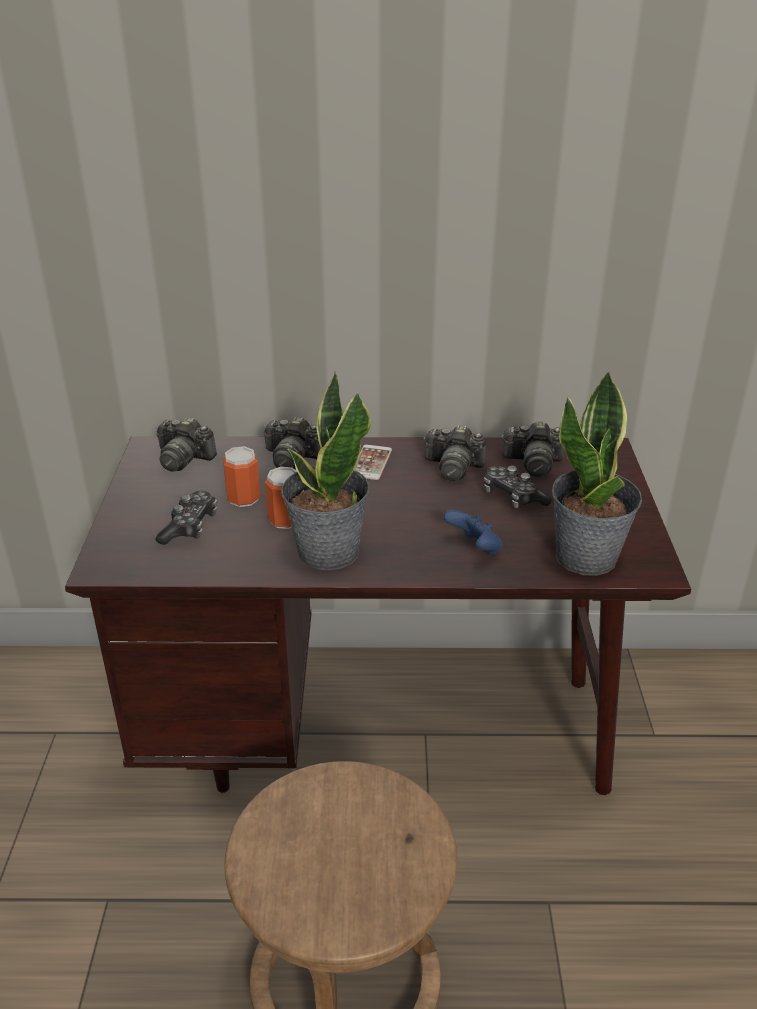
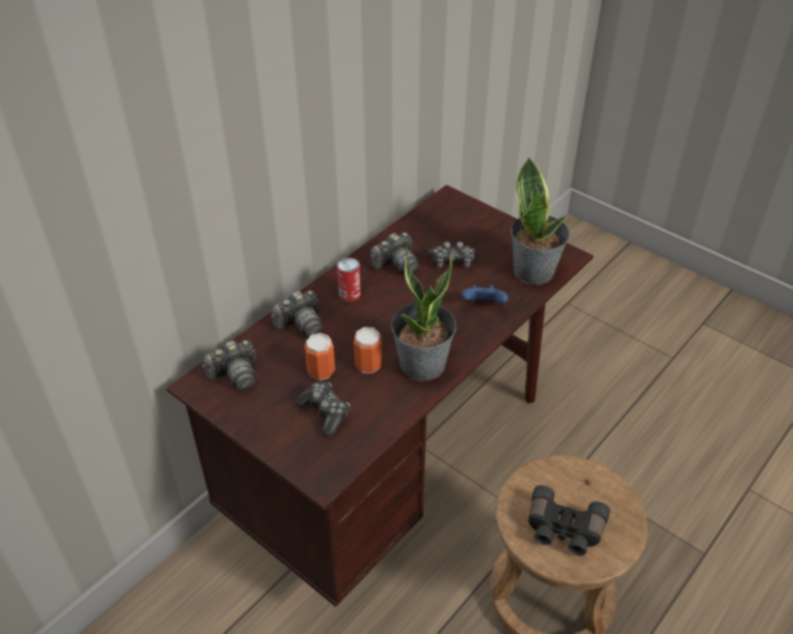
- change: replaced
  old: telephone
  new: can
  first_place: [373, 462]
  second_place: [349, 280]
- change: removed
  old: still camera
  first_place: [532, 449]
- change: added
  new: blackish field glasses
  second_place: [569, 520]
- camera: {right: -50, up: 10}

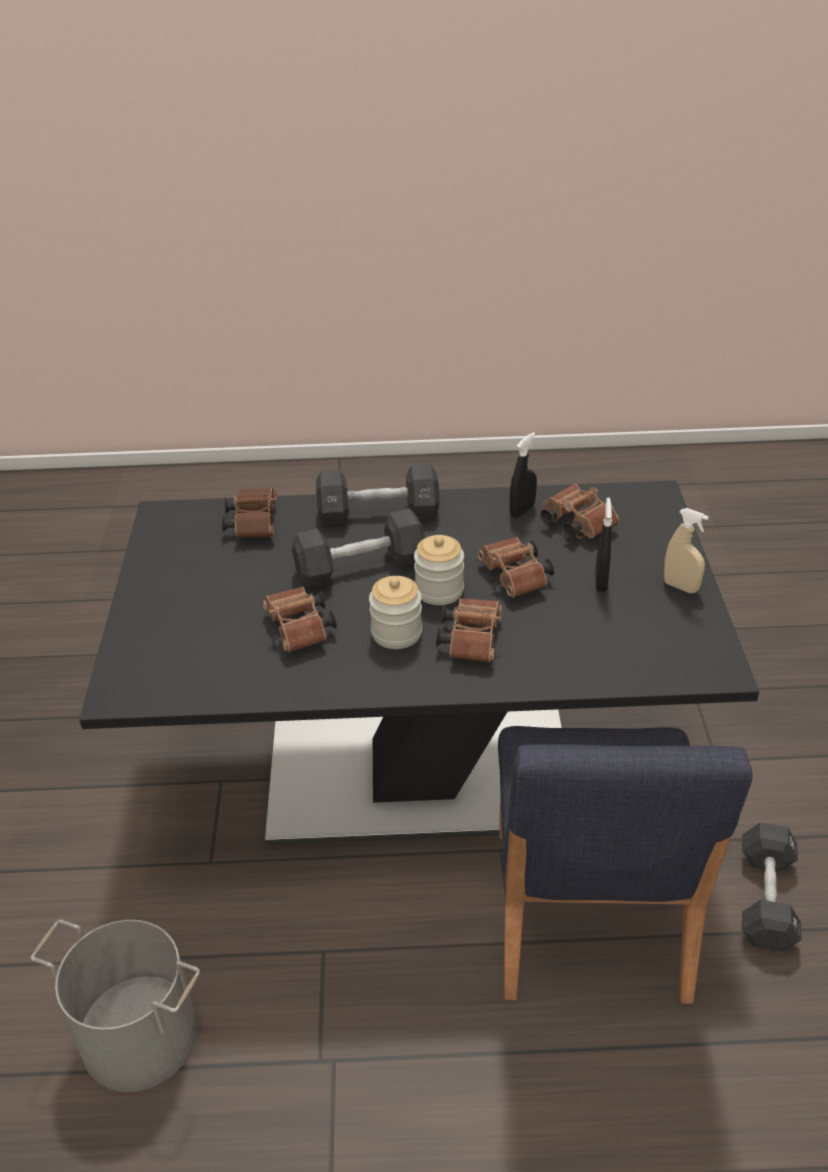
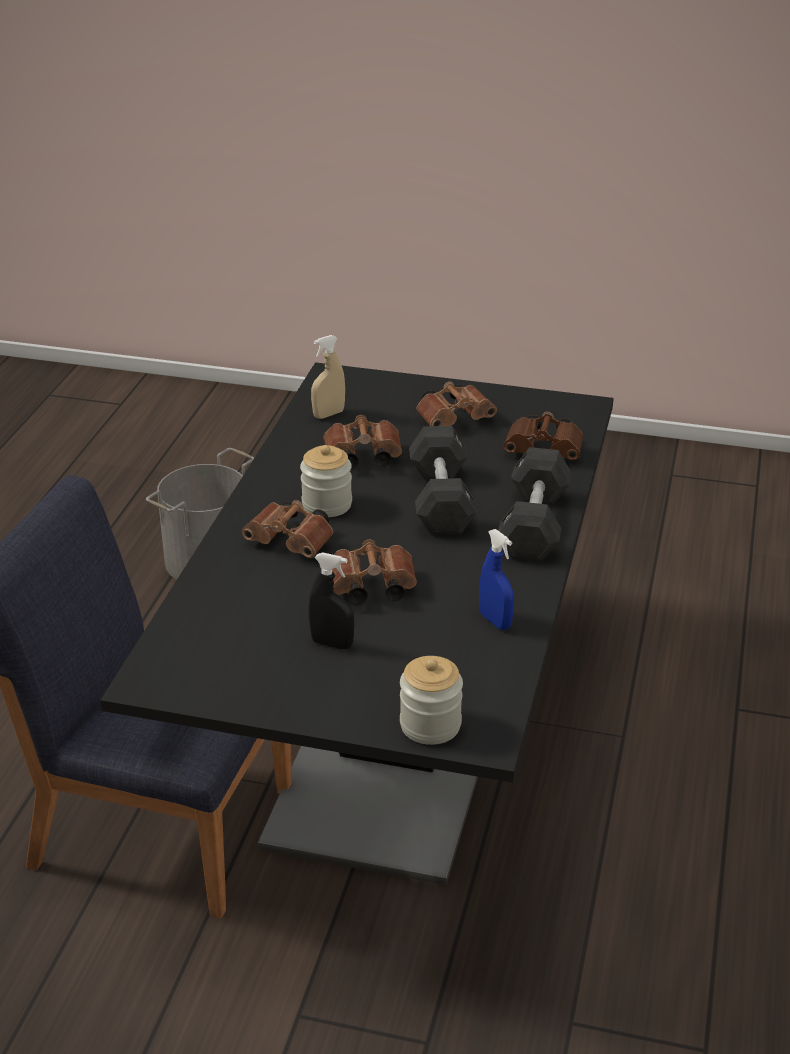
- change: moved
  old: storage jar
  first_place: [439, 570]
  second_place: [431, 700]
- change: recoloured
  old: blackish hand sprayer
  new: blue-coloured hand sprayer
  first_place: [523, 475]
  second_place: [496, 579]
- change: moved
  old: brown-coloured field glasses
  first_place: [580, 511]
  second_place: [457, 403]
- change: moved
  old: beige-coloured hand sprayer
  first_place: [686, 550]
  second_place: [328, 377]
- change: removed
  old: blackish free weight
  first_place: [772, 887]
- camera: {right: 105, up: -5}

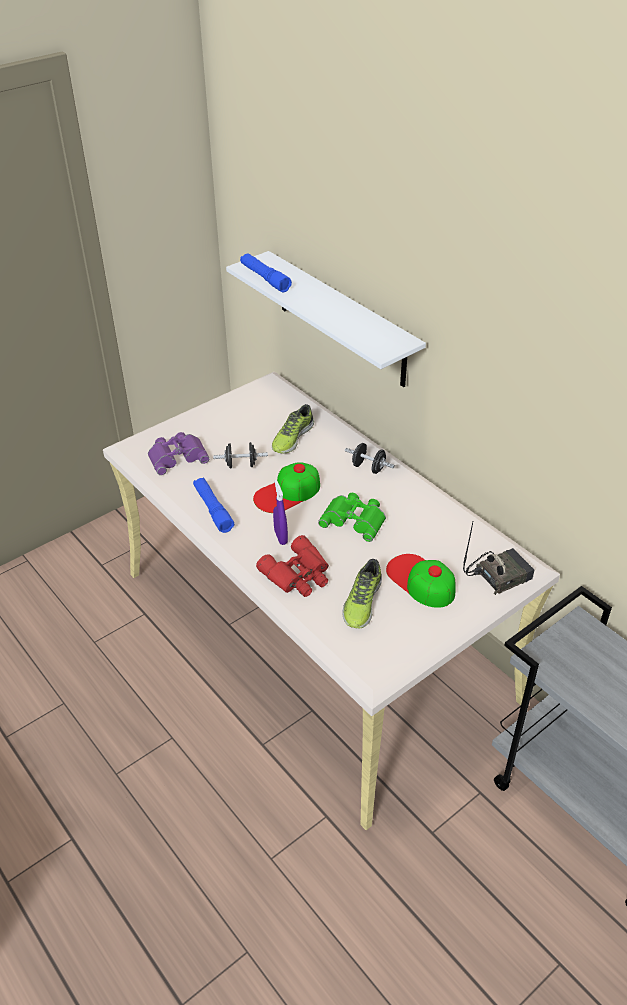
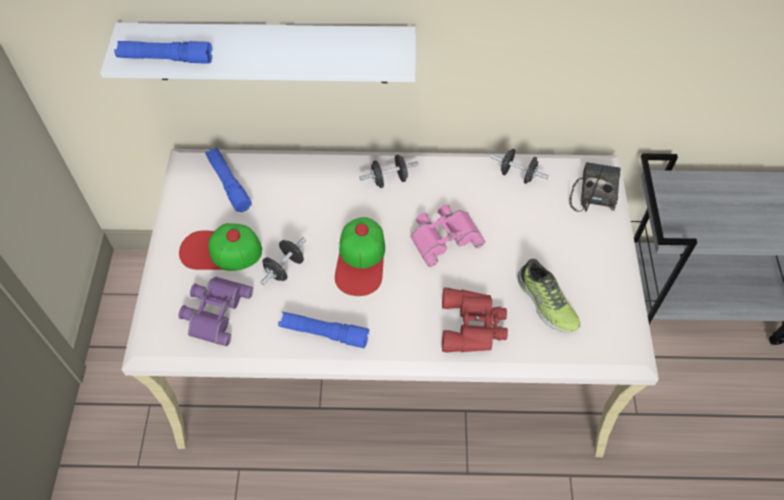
- change: removed
  old: item of footwear
  first_place: [293, 429]
- change: removed
  old: purple-coloured hand sprayer
  first_place: [280, 512]
- change: recoloured
  old: green-coloured field glasses
  new: pink-coloured field glasses
  first_place: [352, 517]
  second_place: [447, 236]
- change: moved
  old: peaked cap
  first_place: [421, 581]
  second_place: [220, 247]
- change: added
  new: blue-coloured torch
  second_place: [229, 179]
- change: added
  new: blackish free weight
  second_place: [519, 166]
- camera: {right: -50, up: 15}

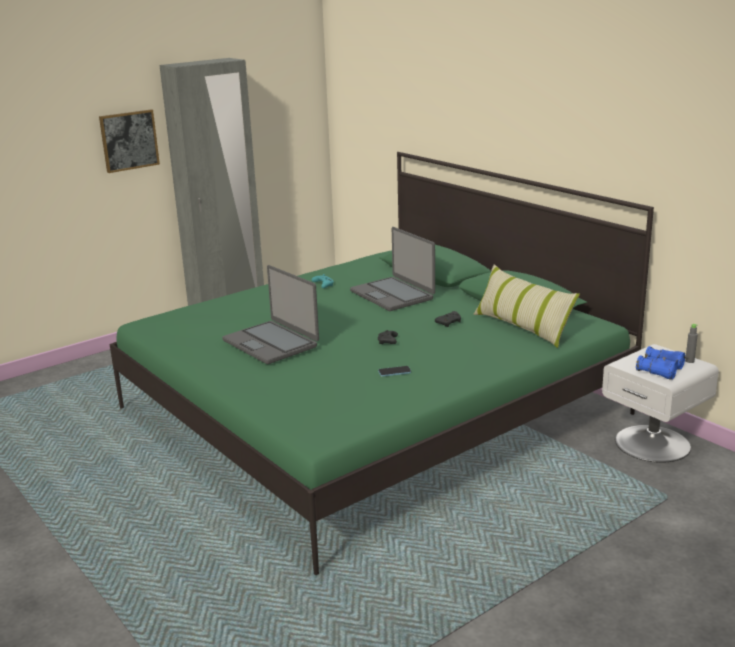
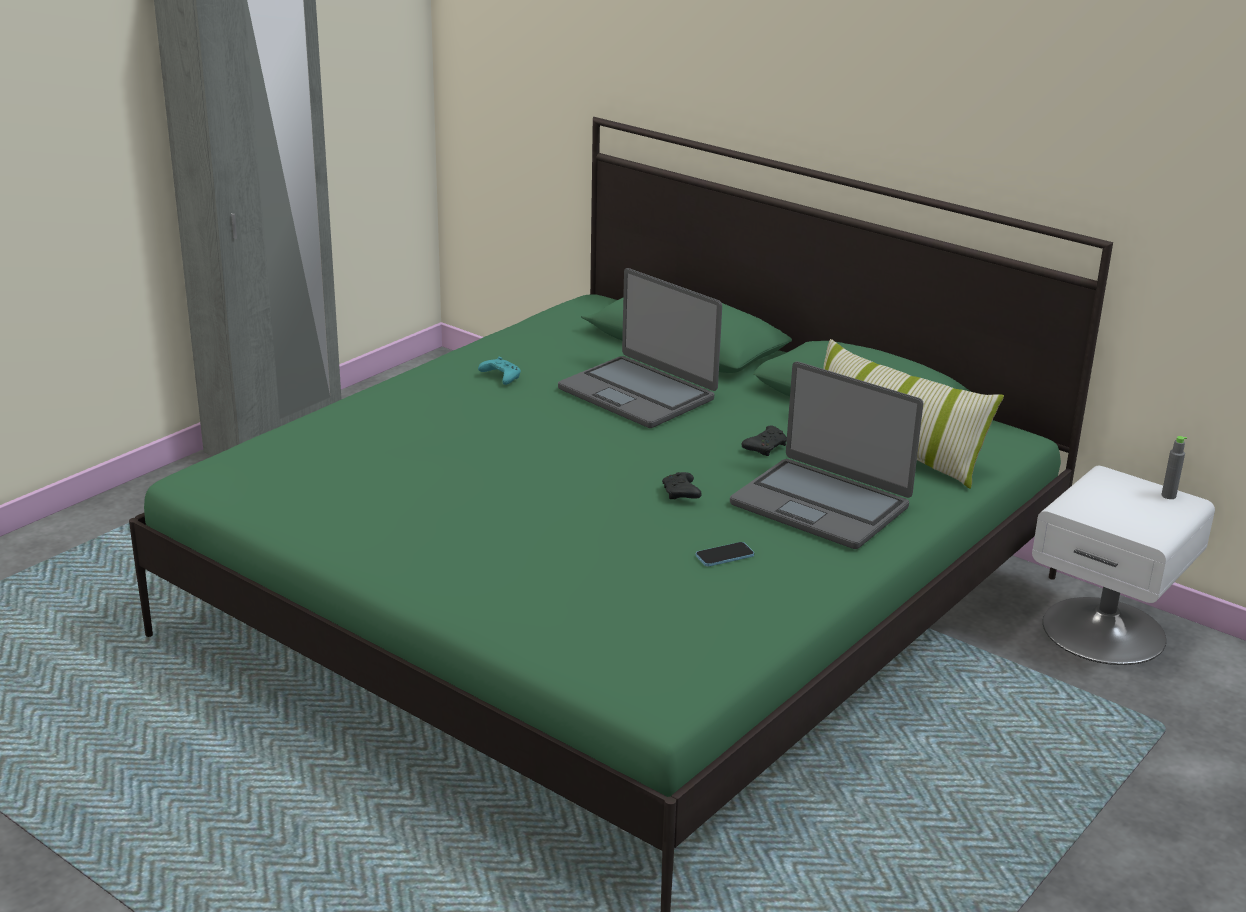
- change: removed
  old: wall picture
  first_place: [129, 141]
- change: moved
  old: portable computer
  first_place: [270, 314]
  second_place: [826, 455]
- change: removed
  old: blue-coloured field glasses
  first_place: [660, 363]
- camera: {right: -15, up: 5}

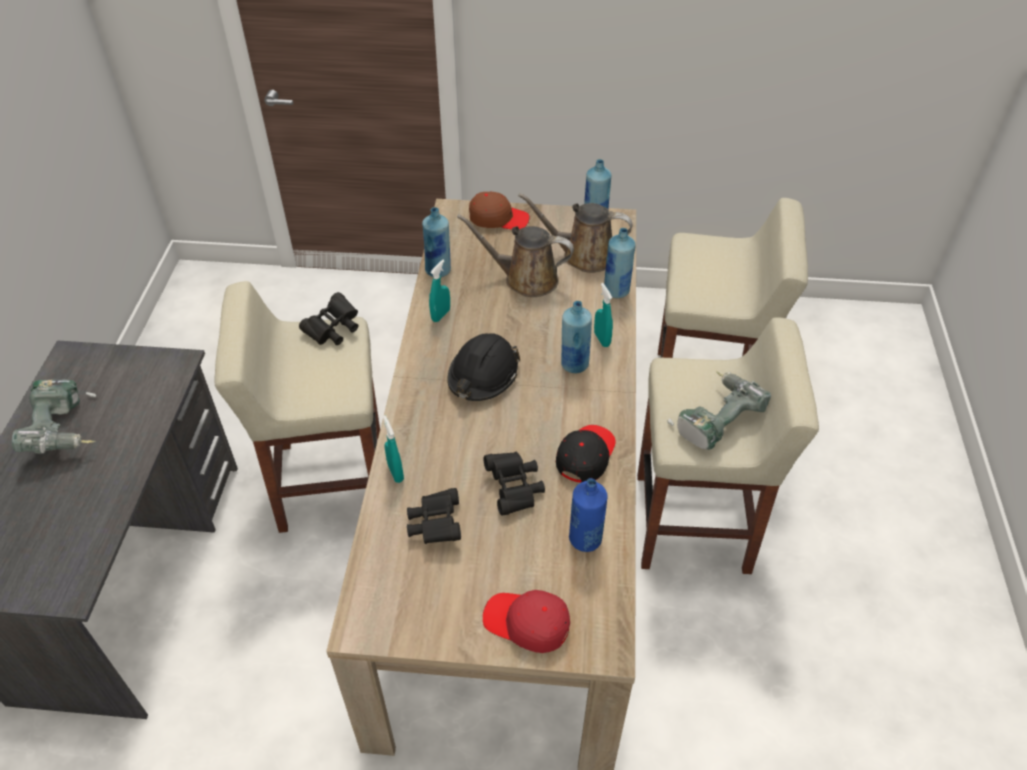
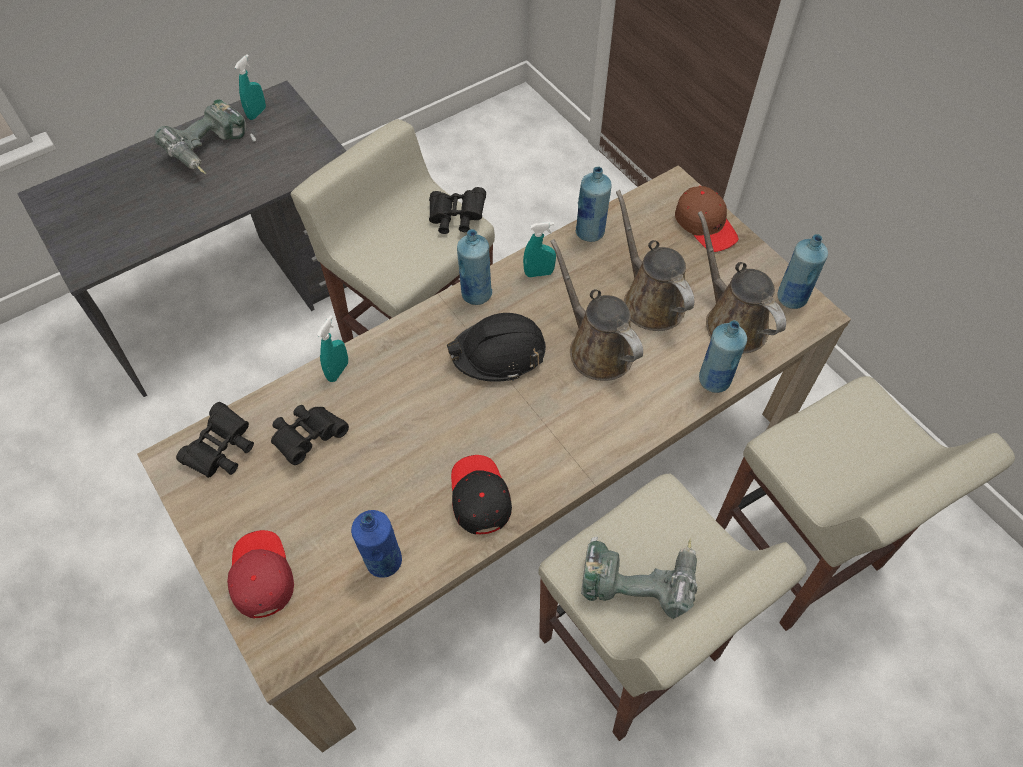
- change: moved
  old: blackish field glasses
  first_place: [514, 484]
  second_place: [215, 440]
- change: turned
  old: blackish peaked cap
  first_place: [586, 454]
  second_place: [481, 494]
  degrees: -90
- change: moved
  old: blue-coloured bottle
  first_place: [576, 337]
  second_place: [474, 267]
- change: moved
  old: turquoise-coloured hand sprayer
  first_place: [603, 315]
  second_place: [250, 87]
- change: added
  new: brown-coloured watering pot
  second_place: [596, 310]
- camera: {right: 50, up: 10}

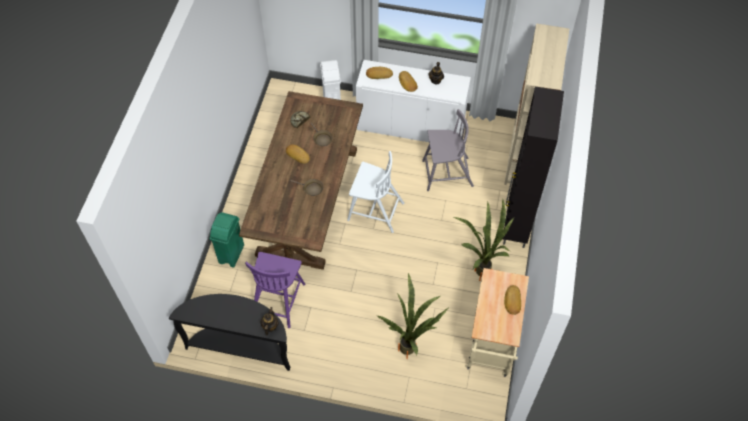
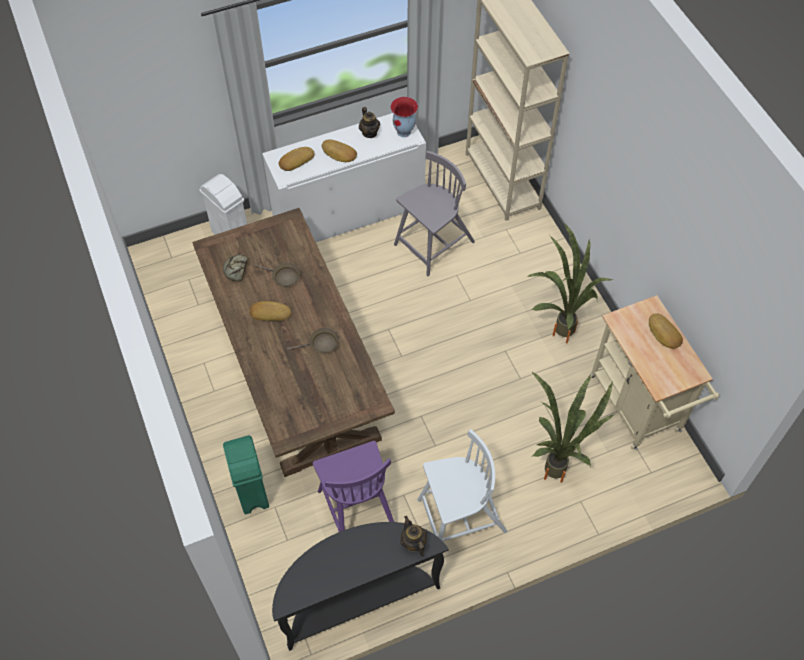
- change: moved
  old: whitish upright chair
  first_place: [375, 192]
  second_place: [462, 485]
- change: removed
  old: blackish cupboard
  first_place: [533, 167]
- change: added
  new: decorative vase
  second_place: [404, 117]
- camera: {right: -35, up: 0}

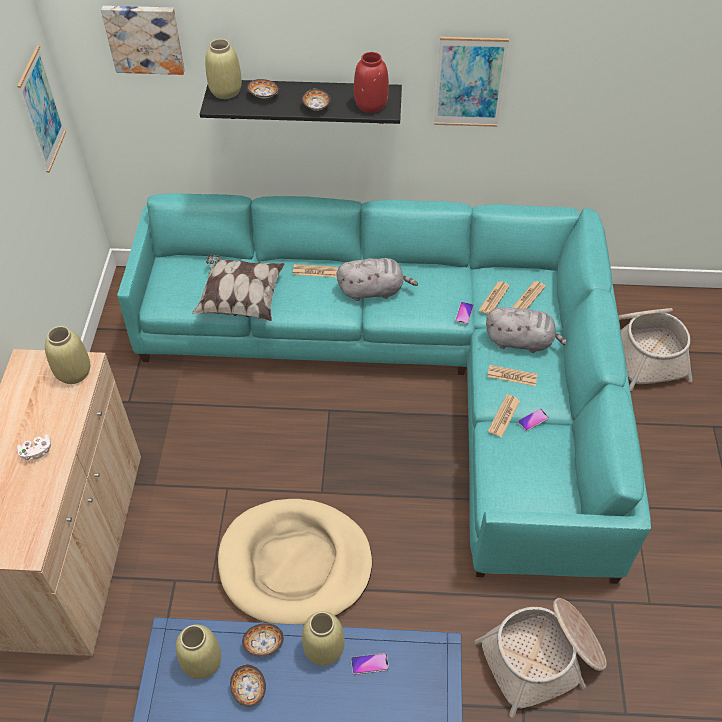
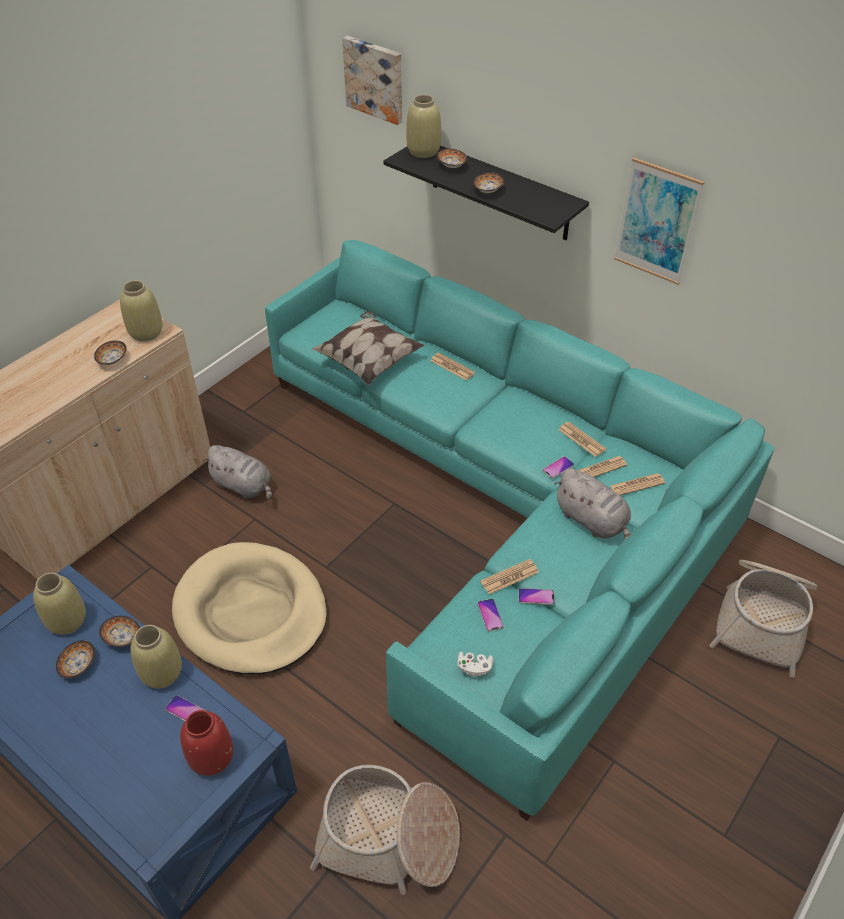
- change: removed
  old: wall picture
  first_place: [41, 109]
- change: moved
  old: whitish game controller
  first_place: [34, 447]
  second_place: [475, 664]
- change: moved
  old: greyish soft toy
  first_place: [377, 279]
  second_place: [237, 472]
- change: moved
  old: red-coloured decorative vase
  first_place: [371, 82]
  second_place: [206, 743]
- change: moved
  old: printed paper
  first_place: [512, 375]
  second_place: [582, 439]
- change: added
  new: bowl
  second_place: [110, 352]
- change: added
  new: telephone
  second_place: [490, 615]
- camera: {right: 35, up: -5}

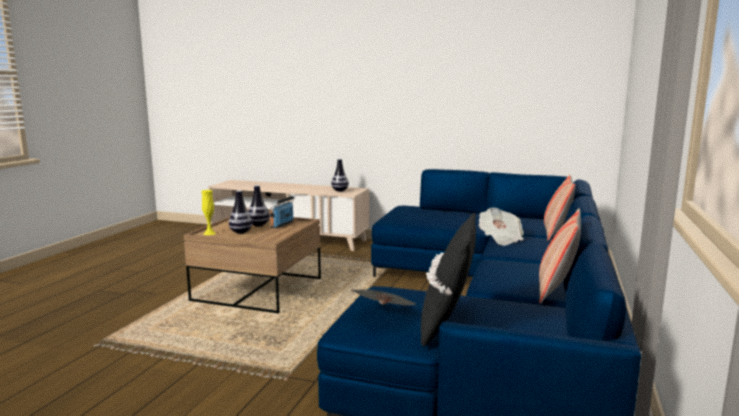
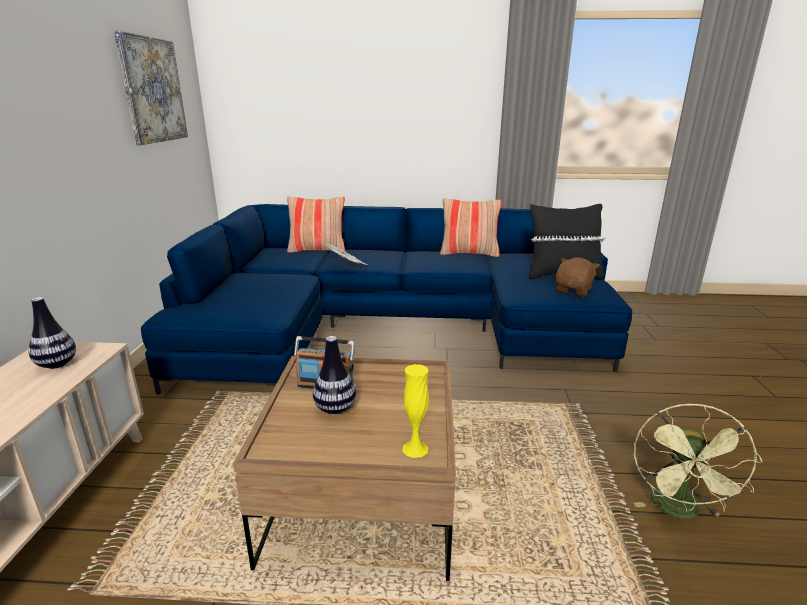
- change: removed
  old: decorative vase
  first_place: [240, 212]
- change: replaced
  old: printed paper
  new: brown-coloured soft toy
  first_place: [383, 297]
  second_place: [577, 277]
- change: added
  new: wall picture
  second_place: [151, 88]
- change: added
  new: green-coloured electric fan
  second_place: [697, 461]
- camera: {right: -105, up: 10}

